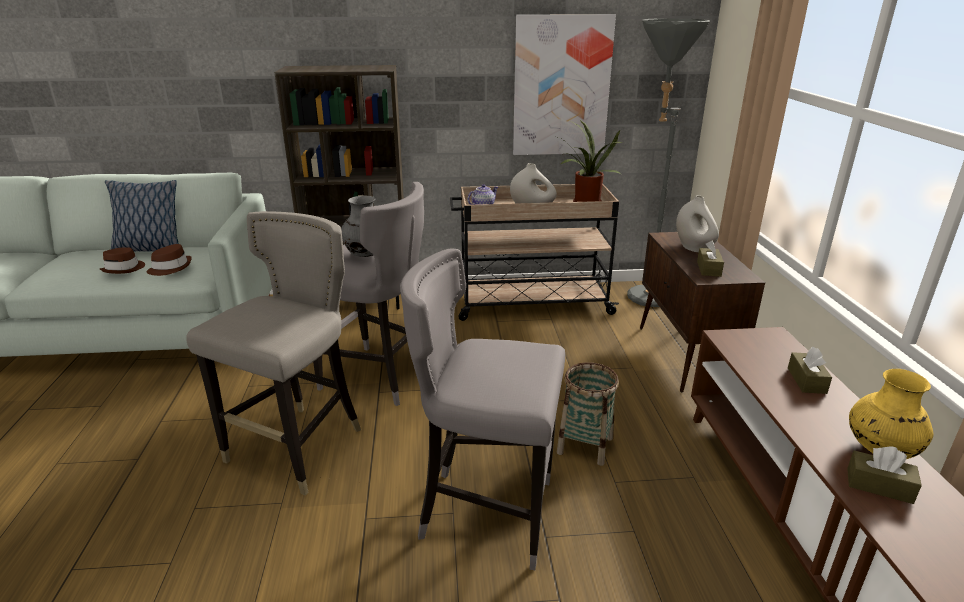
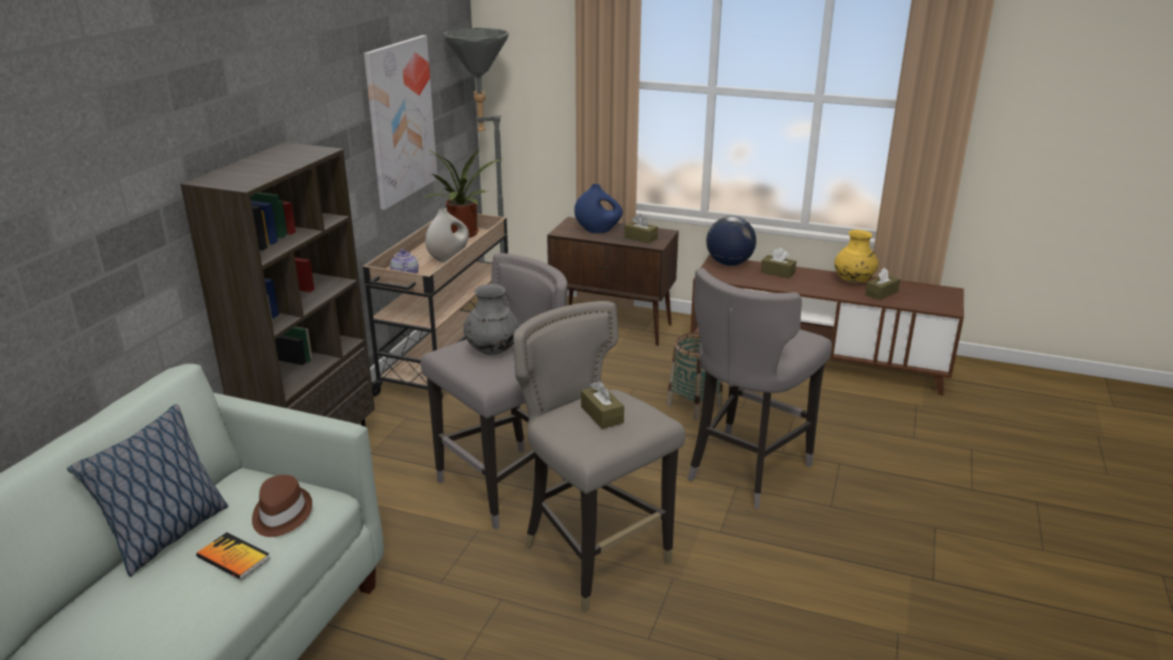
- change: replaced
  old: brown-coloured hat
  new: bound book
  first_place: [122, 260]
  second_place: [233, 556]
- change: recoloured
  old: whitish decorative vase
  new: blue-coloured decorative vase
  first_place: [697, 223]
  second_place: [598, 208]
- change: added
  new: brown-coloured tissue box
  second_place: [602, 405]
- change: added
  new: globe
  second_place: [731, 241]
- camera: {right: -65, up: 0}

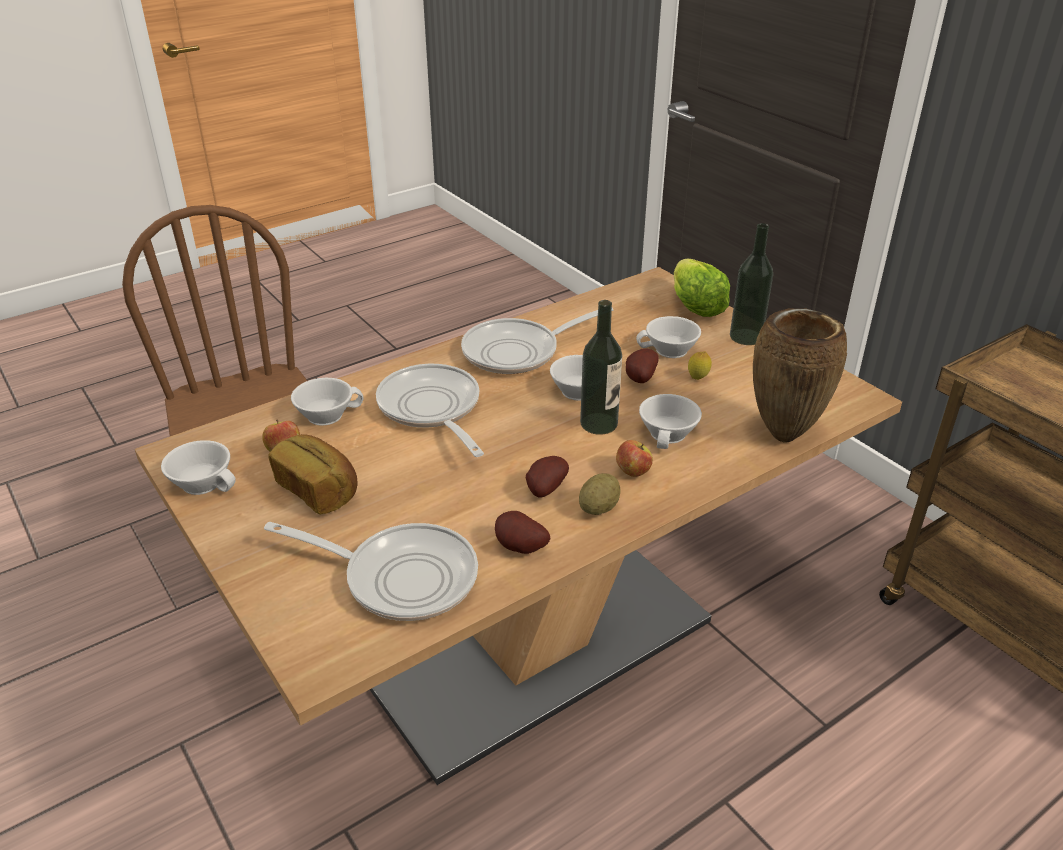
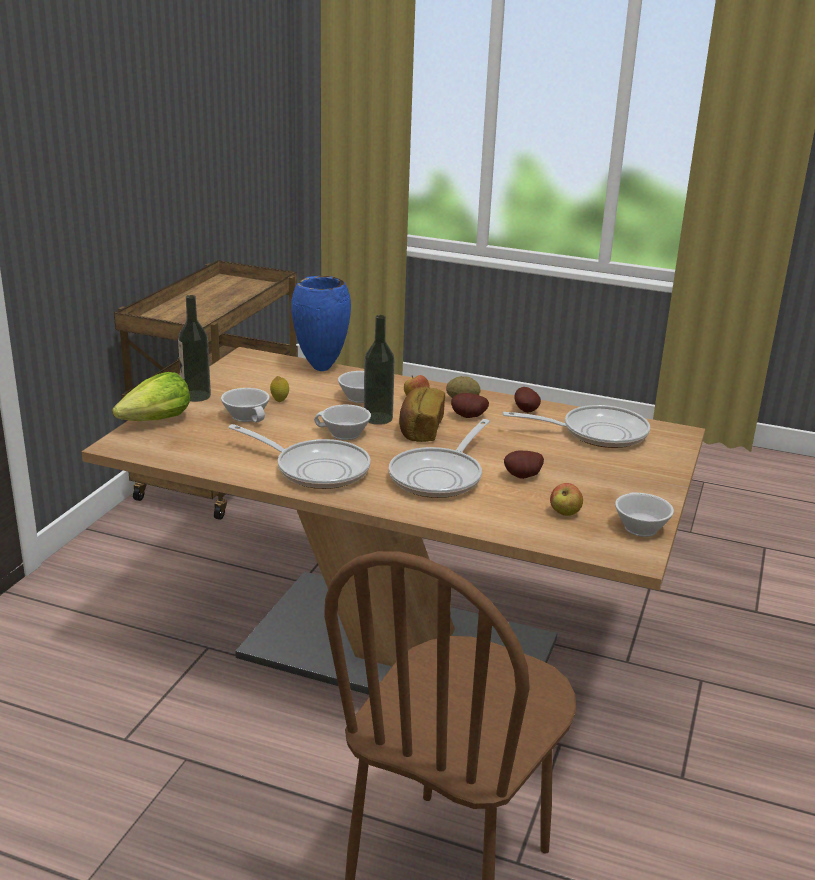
- change: turned
  old: frying pan
  first_place: [371, 571]
  second_place: [576, 426]
  degrees: 105
- change: moved
  old: bread
  first_place: [313, 474]
  second_place: [422, 414]
- change: removed
  old: whitish drinking cup
  first_place: [327, 402]
- change: moved
  old: whole potato
  first_place: [642, 365]
  second_place: [524, 465]
- change: recoloured
  old: brown-coloured decorative vase
  new: blue-coloured decorative vase
  first_place: [800, 376]
  second_place: [321, 323]
- camera: {right: -125, up: -10}

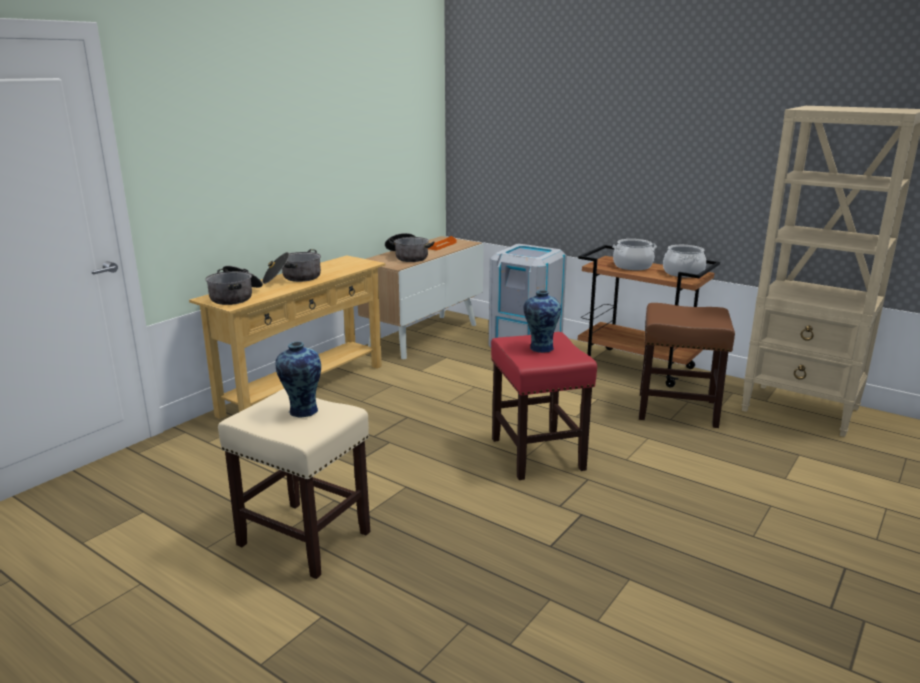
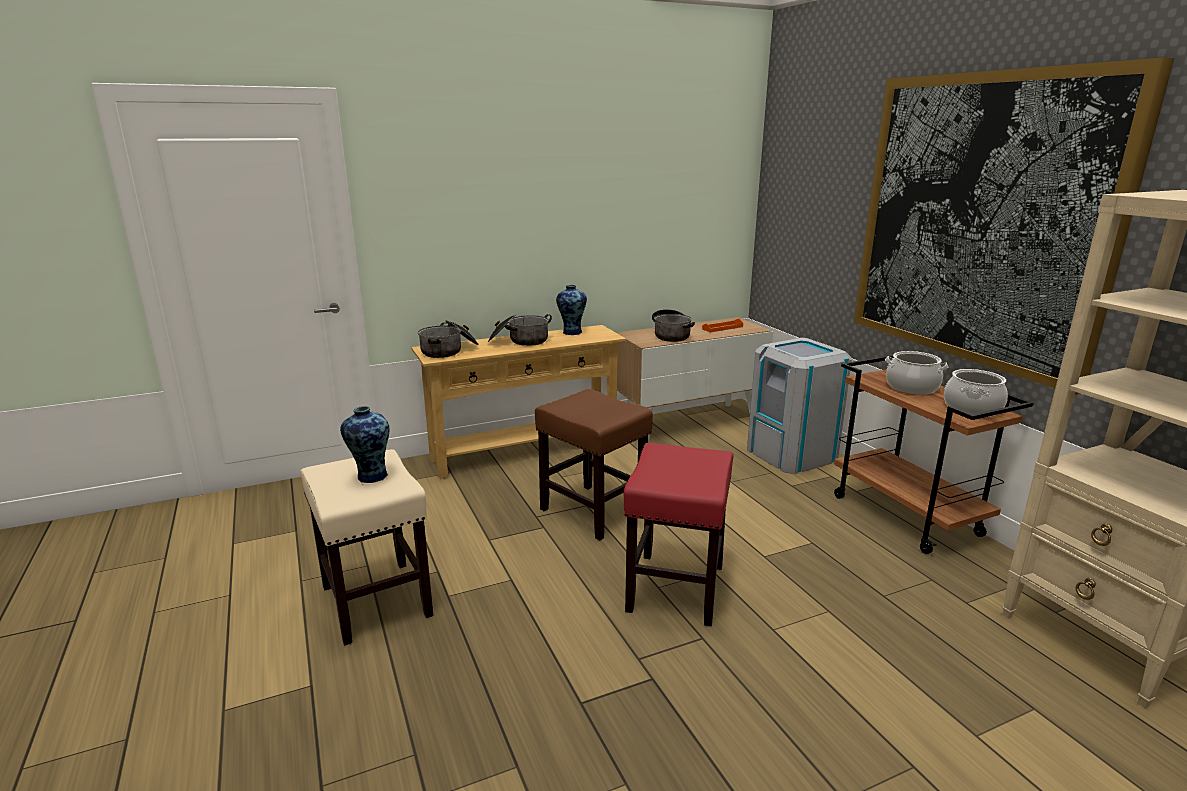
- change: moved
  old: decorative vase
  first_place: [542, 321]
  second_place: [571, 310]
- change: moved
  old: brown-coloured stool seat
  first_place: [687, 365]
  second_place: [594, 465]
- change: added
  new: wall picture
  second_place: [1014, 226]
- camera: {right: 30, up: 0}

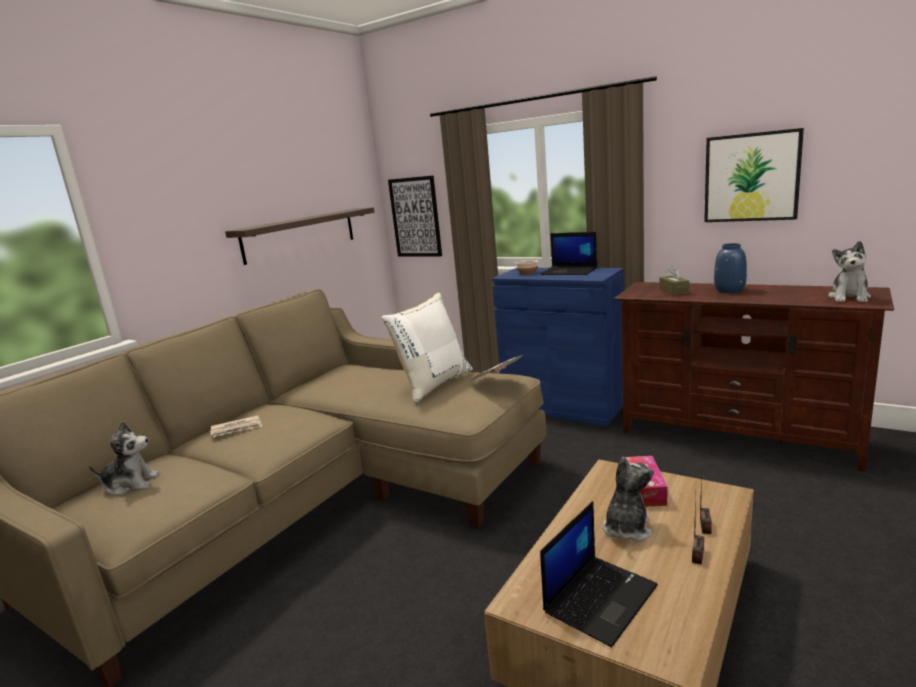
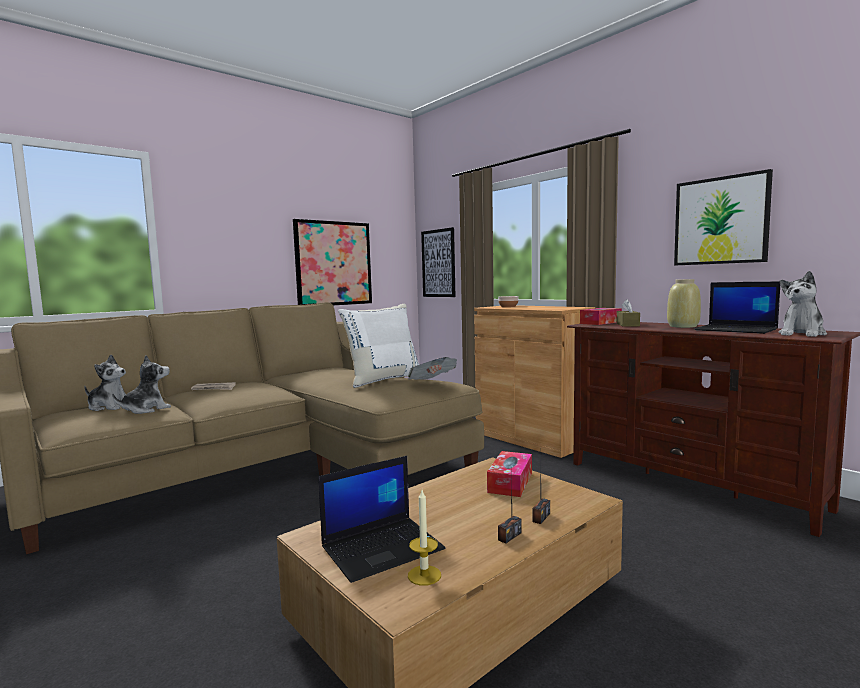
- change: replaced
  old: bracket shelf
  new: wall picture
  first_place: [300, 236]
  second_place: [332, 262]
- change: recoloured
  old: blue-coloured cupboard
  new: brown-coloured cupboard
  first_place: [558, 346]
  second_place: [534, 381]
- change: moved
  old: portable computer
  first_place: [568, 253]
  second_place: [737, 307]
- change: moved
  old: soft toy
  first_place: [628, 499]
  second_place: [141, 384]
- change: recoloured
  old: blue-coloured decorative vase
  new: beige-coloured decorative vase
  first_place: [730, 268]
  second_place: [684, 303]
- change: added
  new: wax candle
  second_place: [424, 538]
- change: added
  new: tissue box
  second_place: [601, 316]
- camera: {right: 15, up: -10}

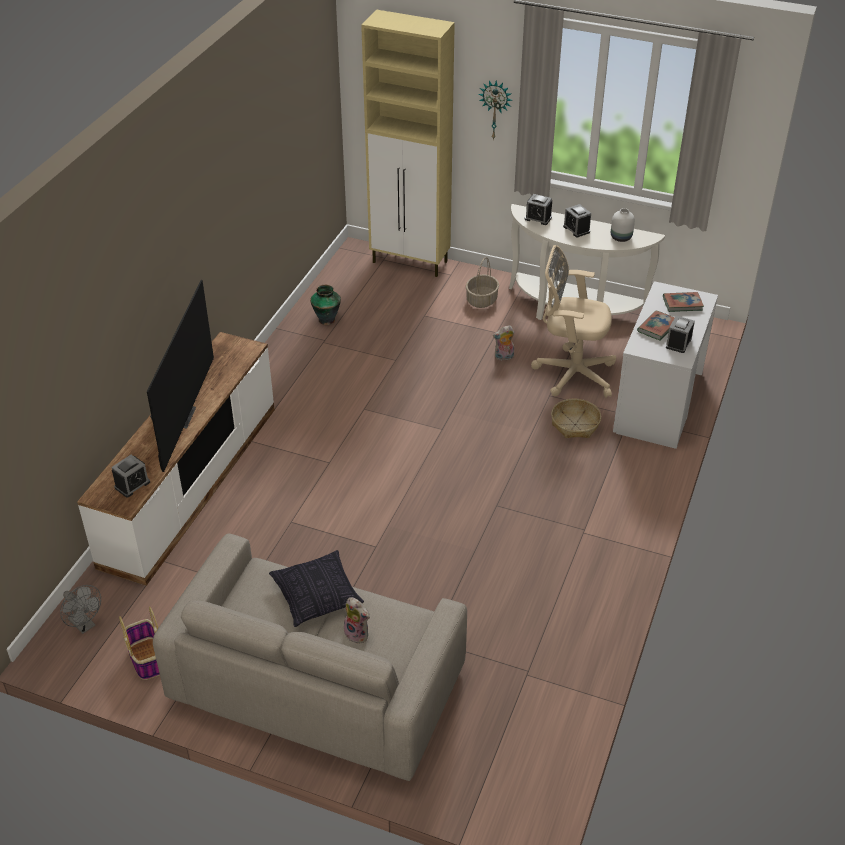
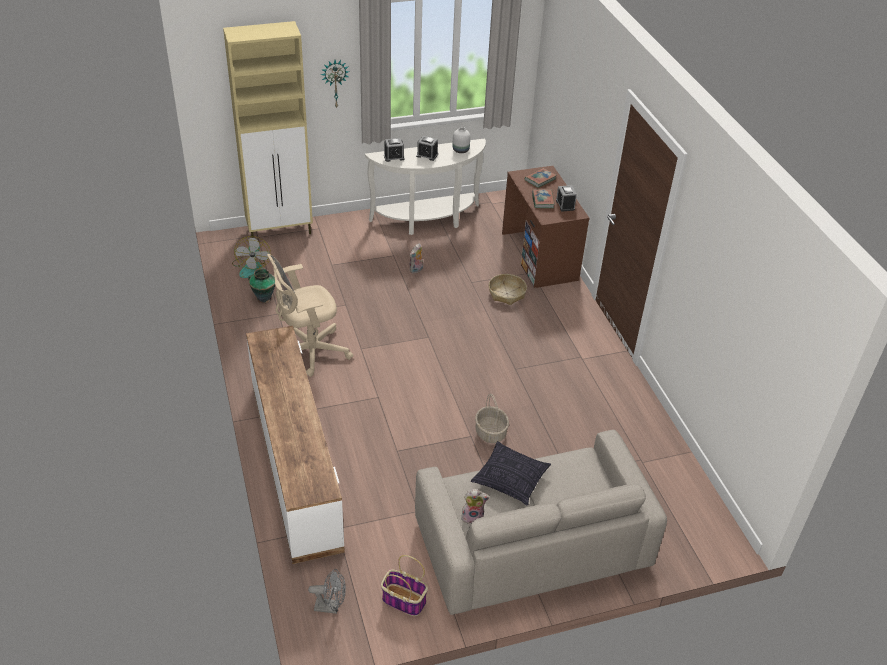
- change: removed
  old: alarm clock
  first_place: [131, 476]
- change: removed
  old: television
  first_place: [180, 376]
- change: moved
  old: soft toy
  first_place: [357, 620]
  second_place: [475, 507]
- change: moved
  old: storage basket
  first_place: [482, 282]
  second_place: [492, 418]
- change: moved
  old: beige-coloured desk chair
  first_place: [573, 321]
  second_place: [310, 315]
- change: recoloured
  old: whitish desk
  new: brown-coloured desk
  first_place: [665, 365]
  second_place: [545, 227]
- change: added
  new: electric fan
  second_place: [251, 257]
- camera: {right: -40, up: 0}

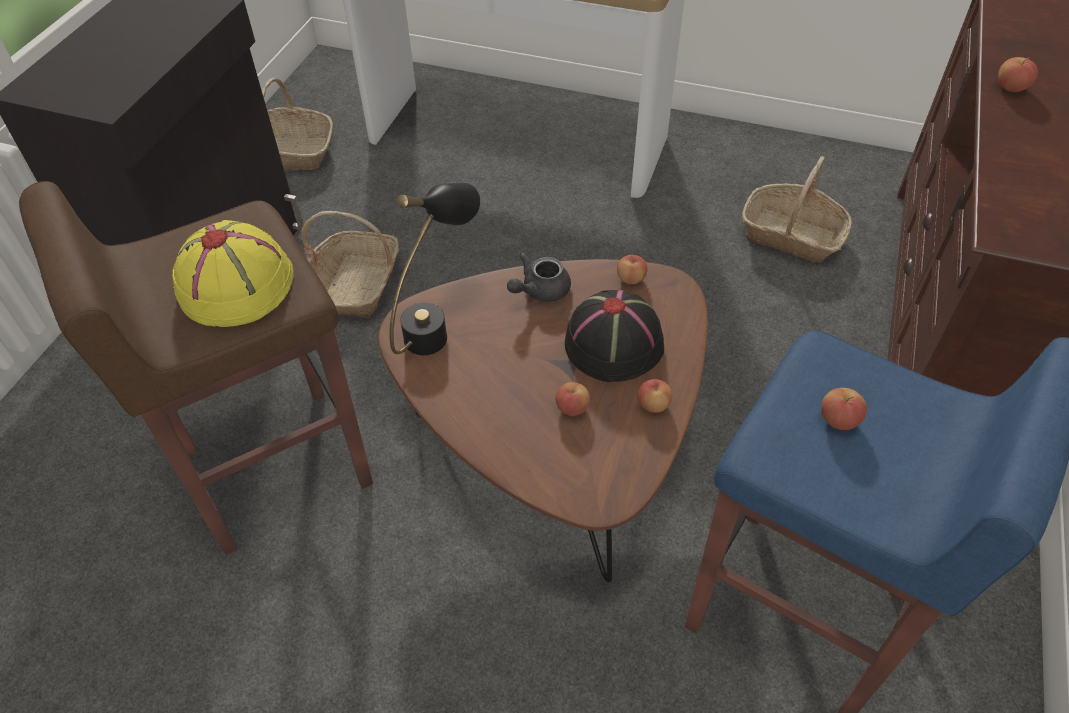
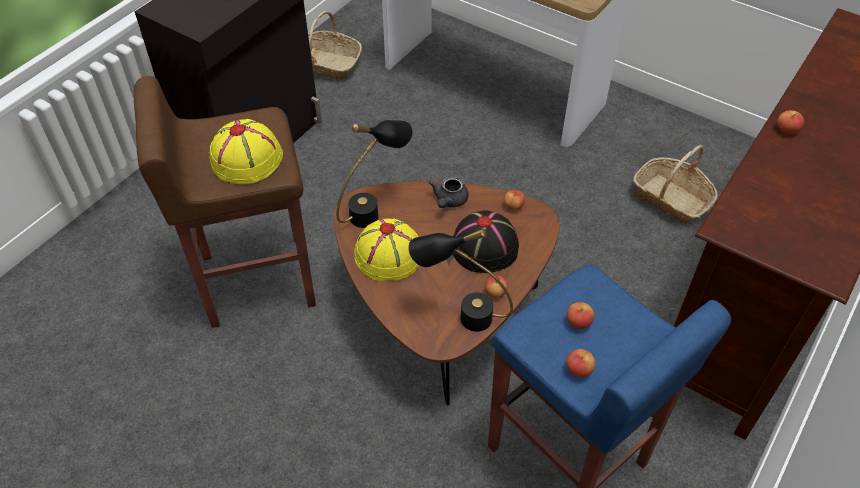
- change: removed
  old: storage basket
  first_place: [350, 264]
- change: turned
  old: greyish tea pot
  first_place: [539, 277]
  second_place: [449, 192]
  degrees: -45
- change: moved
  old: apple fruit
  first_place: [573, 399]
  second_place: [581, 363]
- change: added
  new: yellow hat
  second_place: [386, 250]
- change: added
  new: blackish lamp for a table
  second_place: [460, 280]
- camera: {right: 15, up: 0}

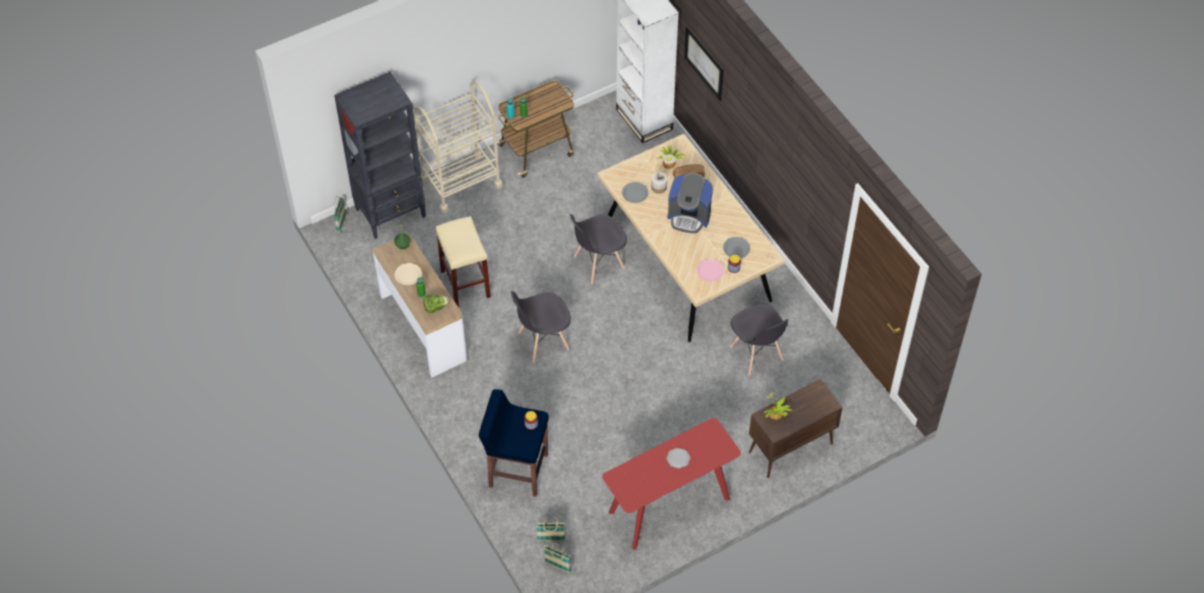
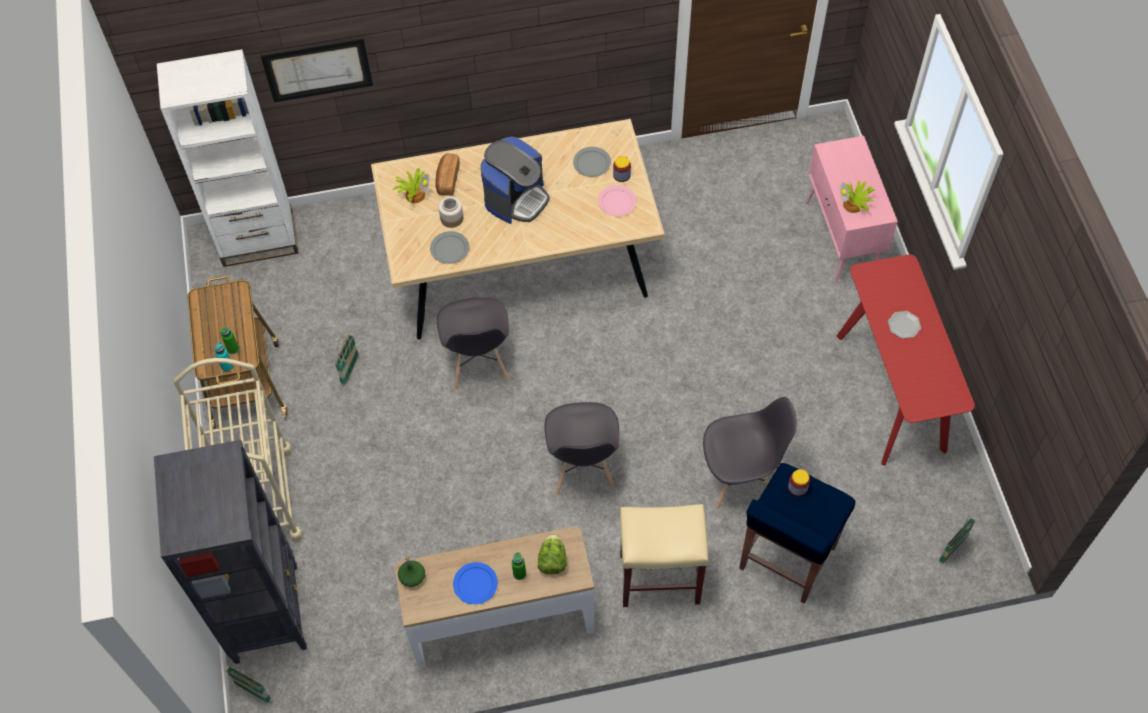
- change: recoloured
  old: beige-coloured dinner plate
  new: blue-coloured dinner plate
  first_place: [408, 274]
  second_place: [475, 583]
- change: moved
  old: beige-coloured stool seat
  first_place: [463, 261]
  second_place: [664, 555]
- change: moved
  old: storage basket
  first_place: [550, 529]
  second_place: [347, 360]
- change: moved
  old: greyish upright chair
  first_place: [759, 340]
  second_place: [750, 453]
- change: recoloured
  old: brown-coloured cupboard
  new: pink-coloured cupboard
  first_place: [796, 428]
  second_place: [852, 209]
- camera: {right: -70, up: 5}

